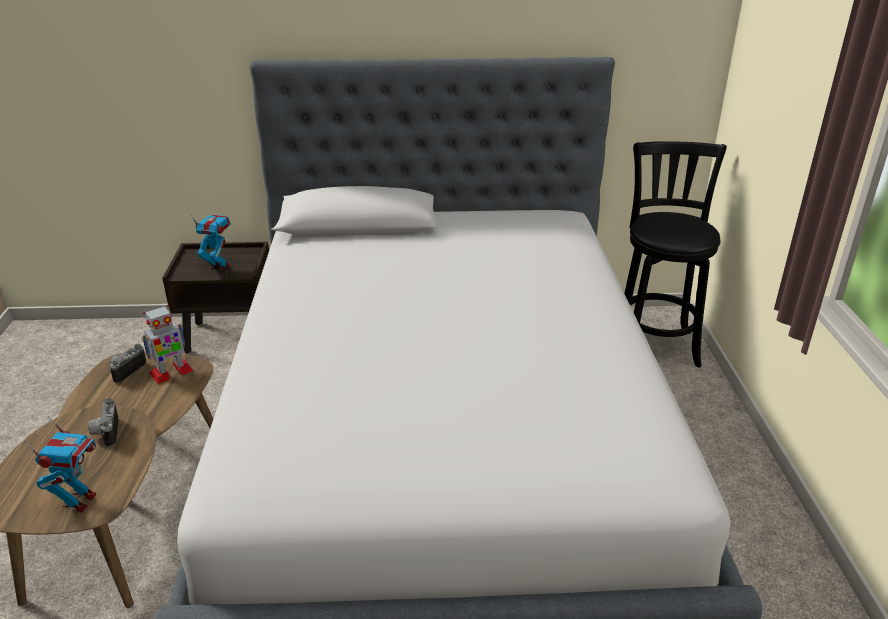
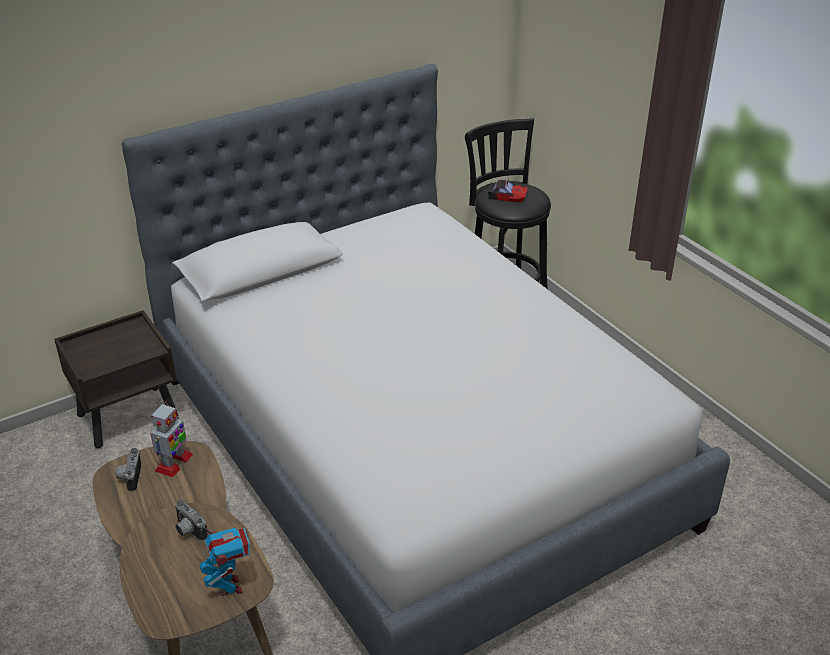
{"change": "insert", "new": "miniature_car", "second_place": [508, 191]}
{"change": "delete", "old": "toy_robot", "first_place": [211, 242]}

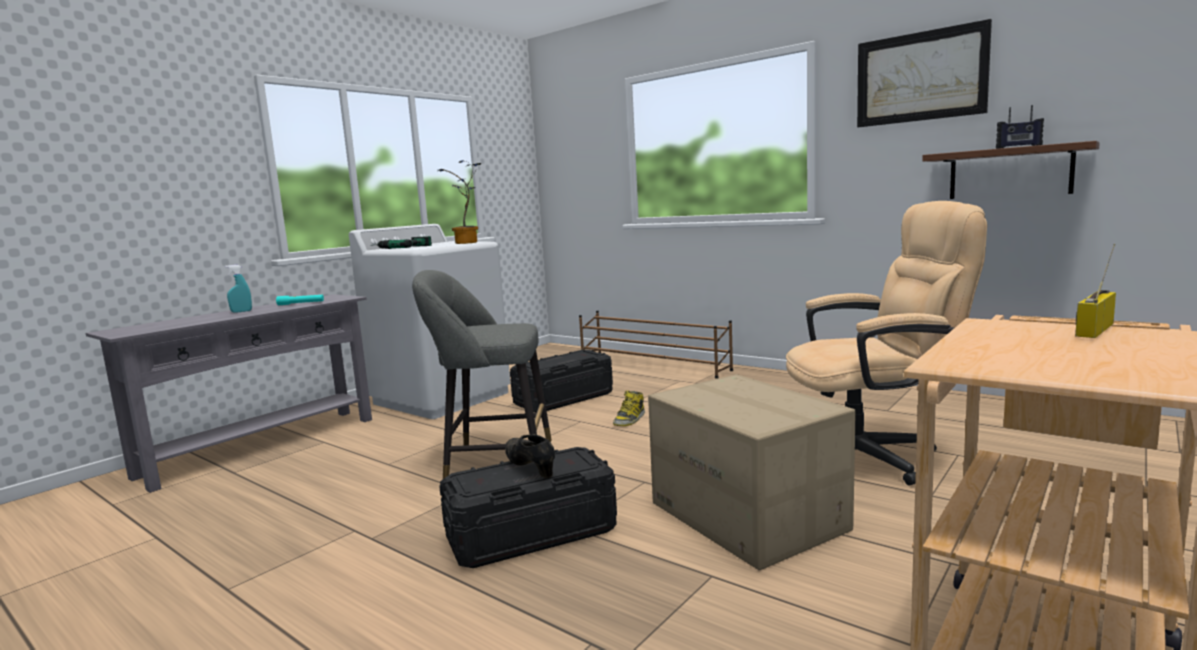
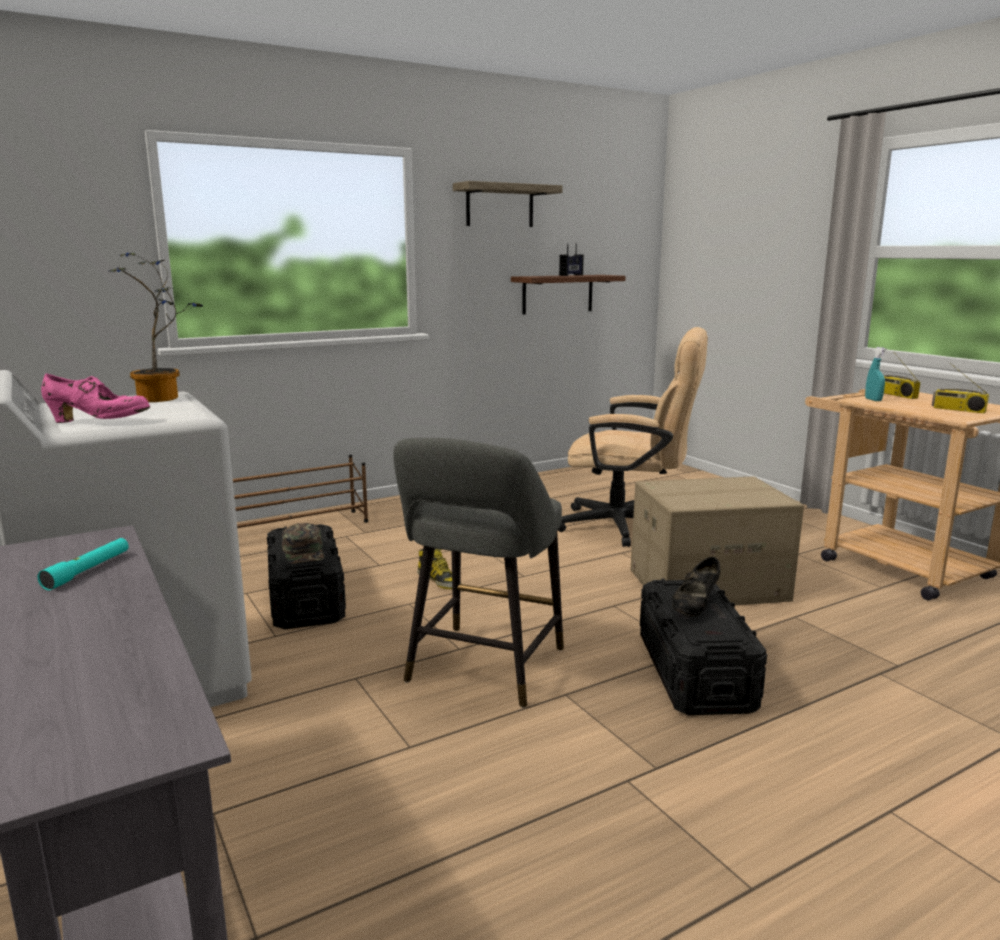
{"change": "replace", "old": "drill", "new": "pink-coloured_item_of_footwear", "first_place": [404, 242], "second_place": [95, 398]}
{"change": "insert", "new": "green_baseball_cap", "second_place": [303, 543]}
{"change": "replace", "old": "wall_picture", "new": "wall_shelf", "first_place": [924, 73], "second_place": [508, 204]}
{"change": "rotate", "old": "sand-coloured_computer_chair", "first_place": [886, 343], "second_place": [633, 437], "degrees": 90}
{"change": "rotate", "old": "black-coloured_item_of_footwear", "first_place": [530, 456], "second_place": [696, 586], "degrees": -45}
{"change": "move", "old": "blue-green_hand_sprayer", "first_place": [238, 289], "second_place": [876, 374]}
{"change": "insert", "new": "radio_set", "second_place": [960, 388]}

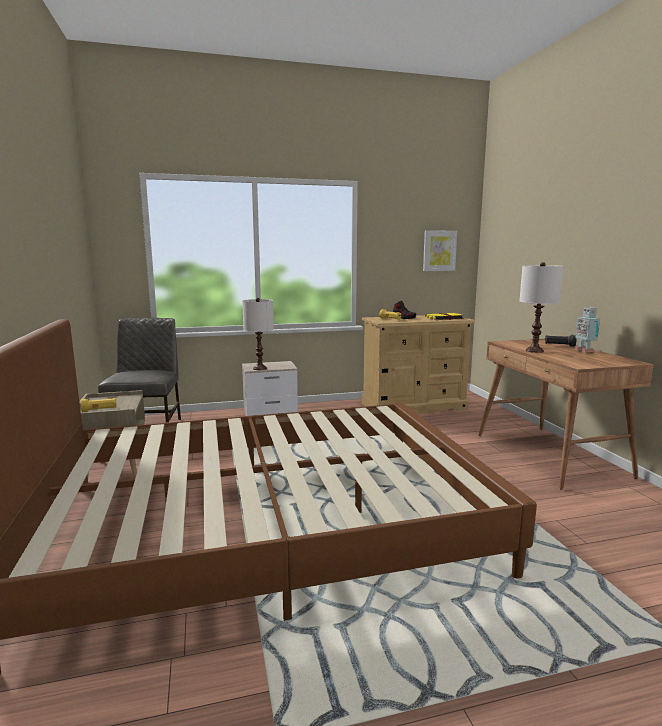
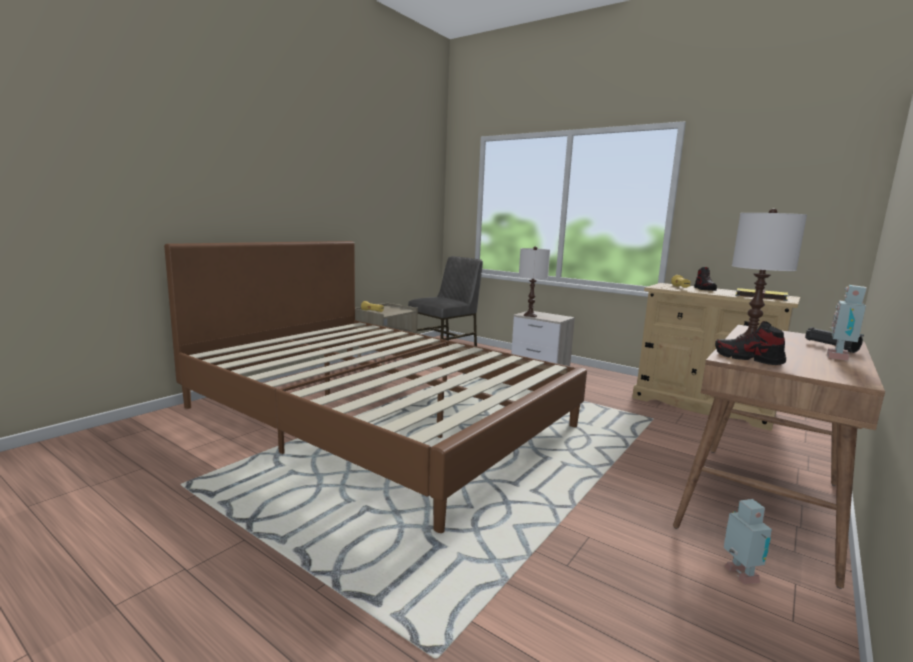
{"change": "insert", "new": "item_of_footwear", "second_place": [750, 343]}
{"change": "insert", "new": "toy_robot", "second_place": [747, 542]}
{"change": "delete", "old": "wall_picture", "first_place": [440, 250]}

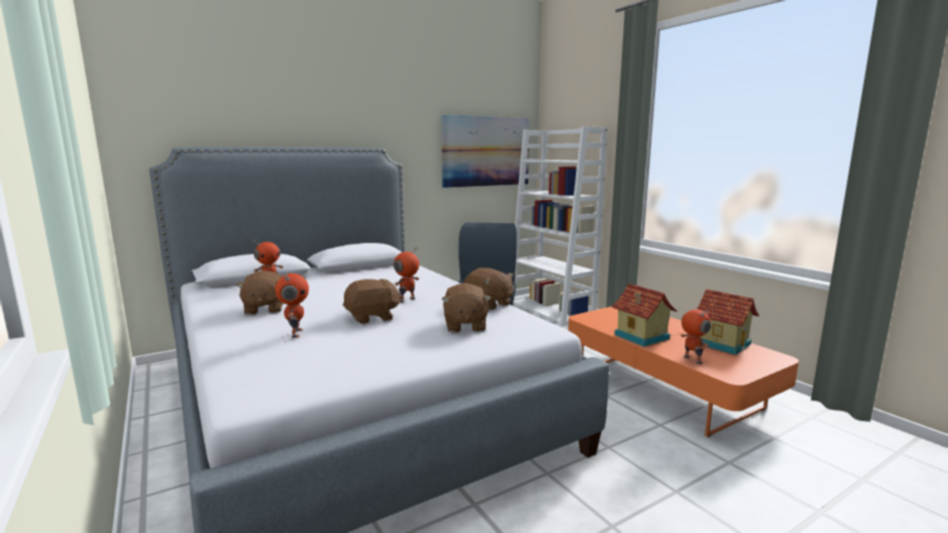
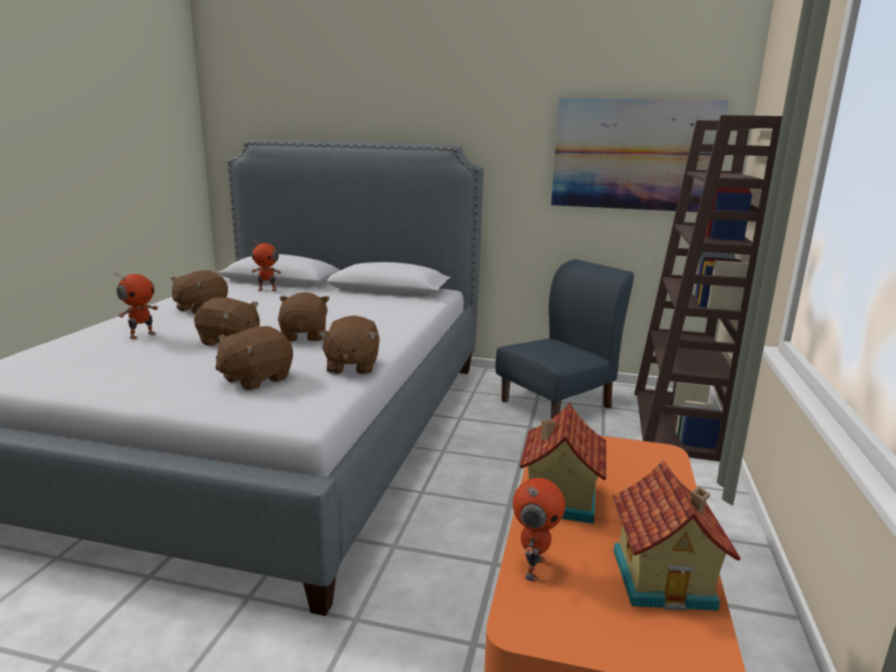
{"change": "replace", "old": "toy_robot", "new": "brownish_cuddly_toy", "first_place": [406, 274], "second_place": [304, 316]}
{"change": "recolor", "old": "white_bookshelf", "new": "brownish_bookshelf", "first_place": [560, 226], "second_place": [708, 288]}

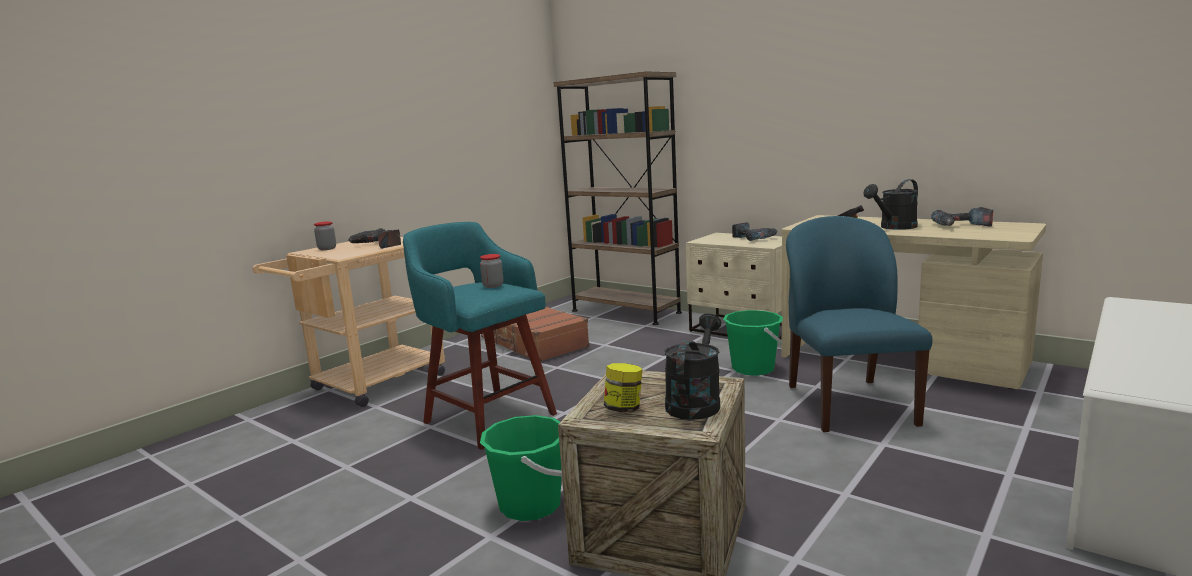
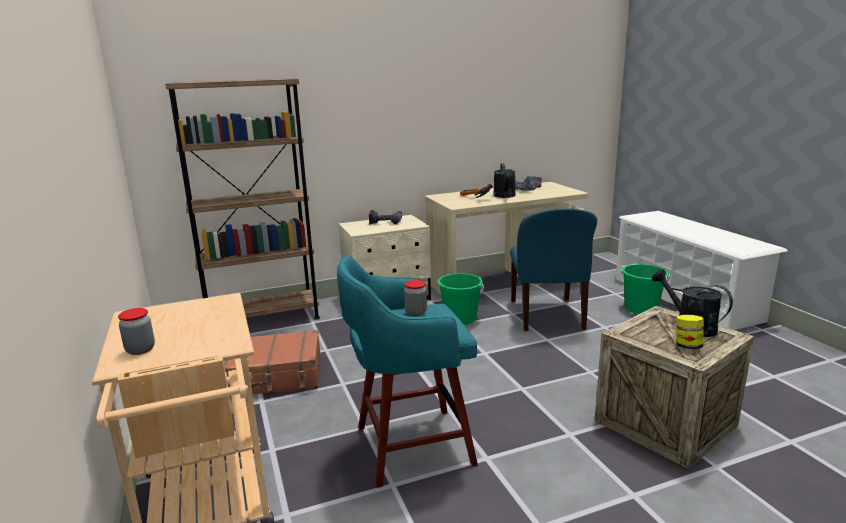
{"change": "rotate", "old": "bluish_upright_chair", "first_place": [859, 324], "second_place": [553, 269], "degrees": -120}
{"change": "move", "old": "green_water_bucket", "first_place": [521, 468], "second_place": [645, 289]}
{"change": "delete", "old": "drill", "first_place": [374, 238]}

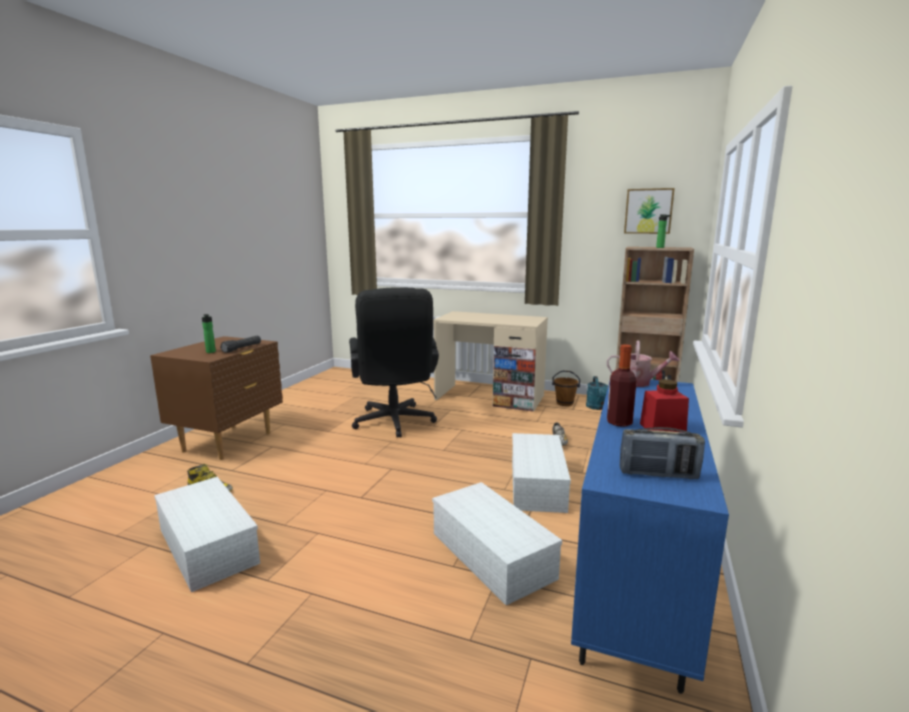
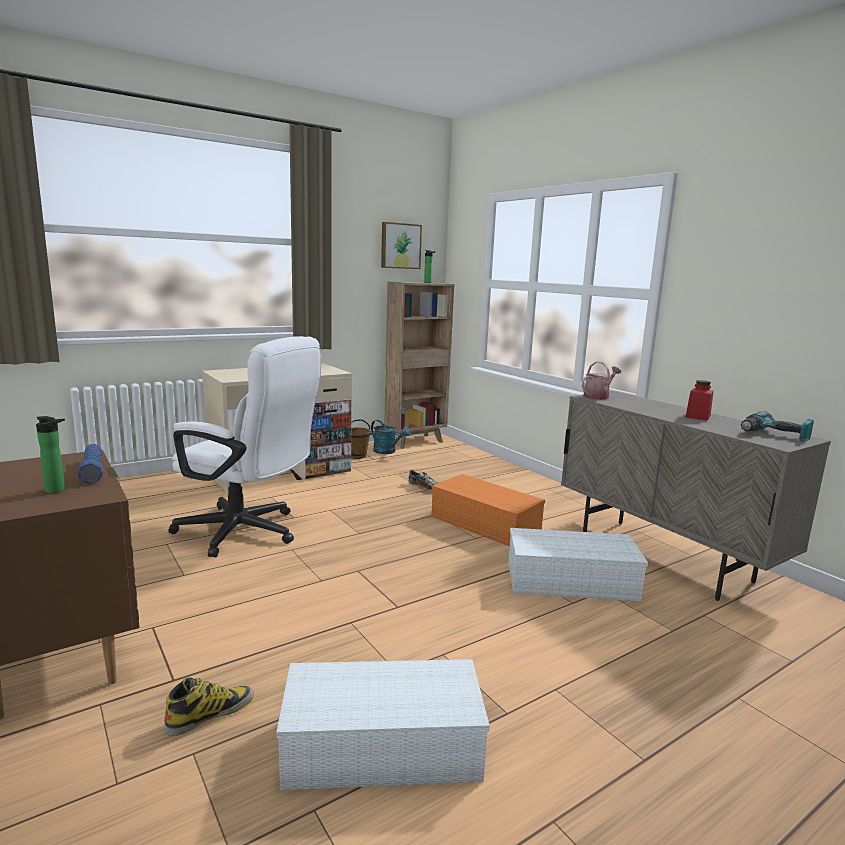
{"change": "recolor", "old": "black-coloured_hand_torch", "new": "bluish_hand_torch", "first_place": [240, 344], "second_place": [90, 463]}
{"change": "recolor", "old": "black-coloured_computer_chair", "new": "white_computer_chair", "first_place": [394, 362], "second_place": [244, 446]}
{"change": "recolor", "old": "white_storage_container", "new": "orange-coloured_storage_container", "first_place": [541, 473], "second_place": [488, 510]}
{"change": "recolor", "old": "bluish_cabinet", "new": "sand-coloured_cabinet", "first_place": [650, 536], "second_place": [696, 496]}
{"change": "replace", "old": "radio_set", "new": "drill", "first_place": [662, 453], "second_place": [777, 426]}
{"change": "delete", "old": "drink_bottle", "first_place": [622, 385]}

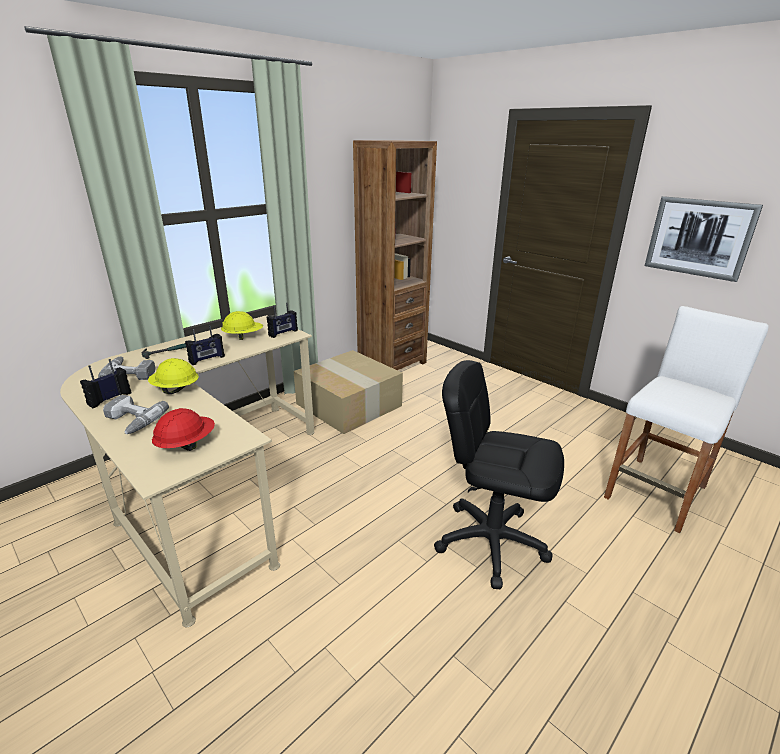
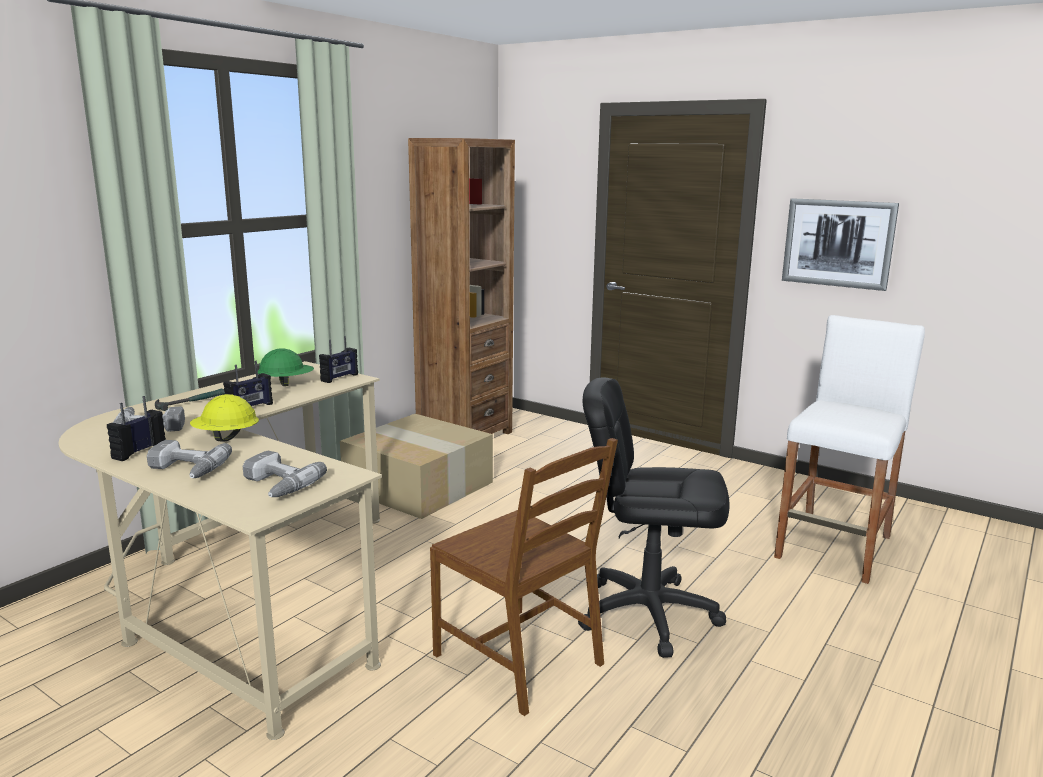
{"change": "replace", "old": "red-coloured_hard_hat", "new": "drill", "first_place": [183, 429], "second_place": [285, 473]}
{"change": "recolor", "old": "yellow_hard_hat", "new": "green_hard_hat", "first_place": [242, 325], "second_place": [286, 367]}
{"change": "insert", "new": "brownish_upright_chair", "second_place": [524, 577]}

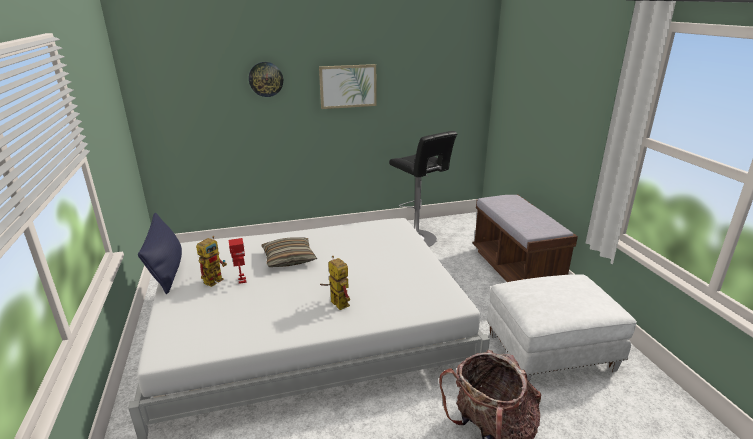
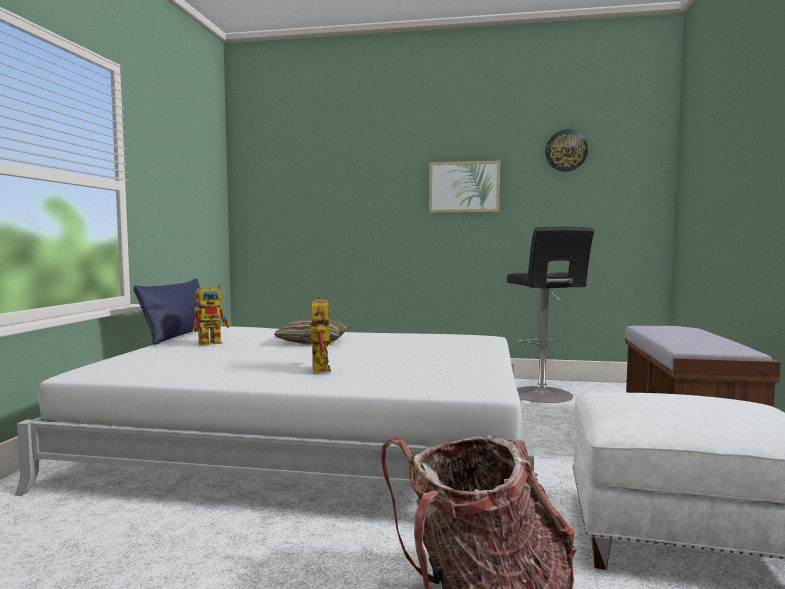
{"change": "move", "old": "wall_clock", "first_place": [266, 79], "second_place": [566, 150]}
{"change": "delete", "old": "toy_robot", "first_place": [238, 261]}

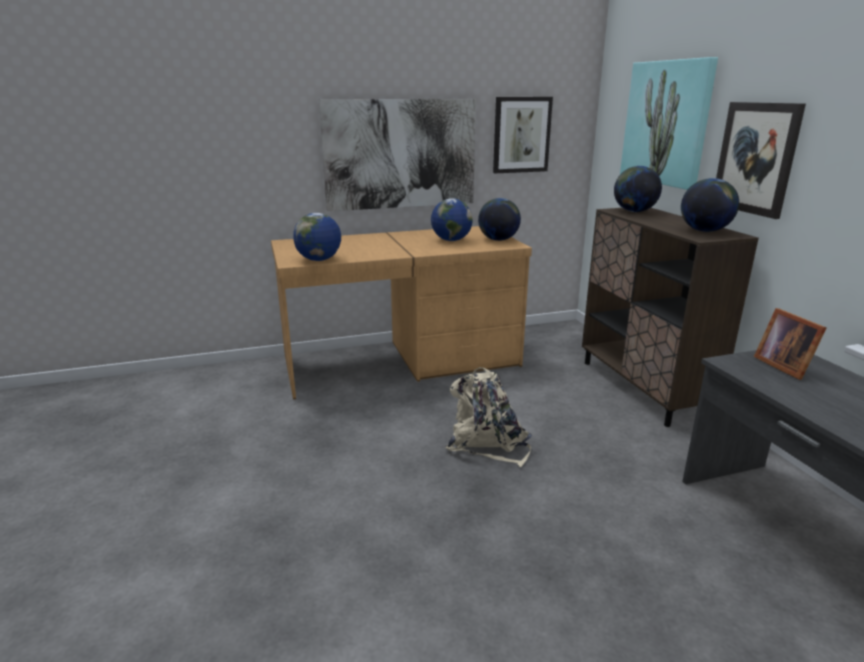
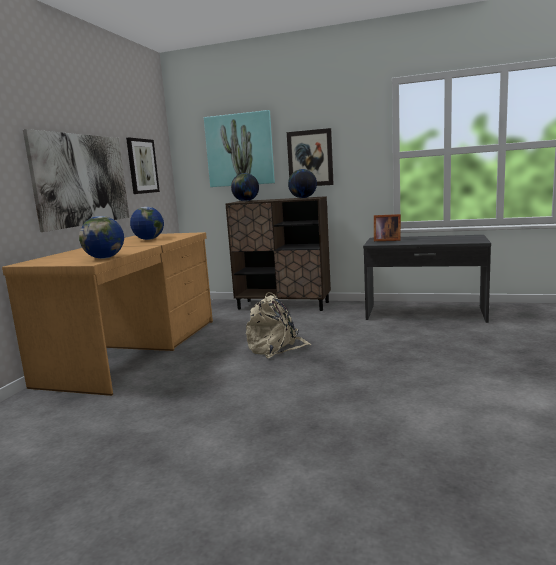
{"change": "delete", "old": "desk_globe", "first_place": [499, 219]}

